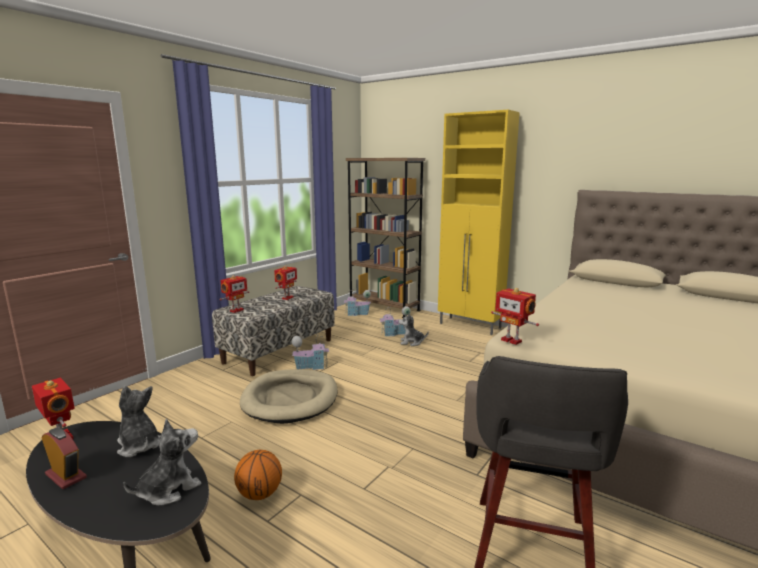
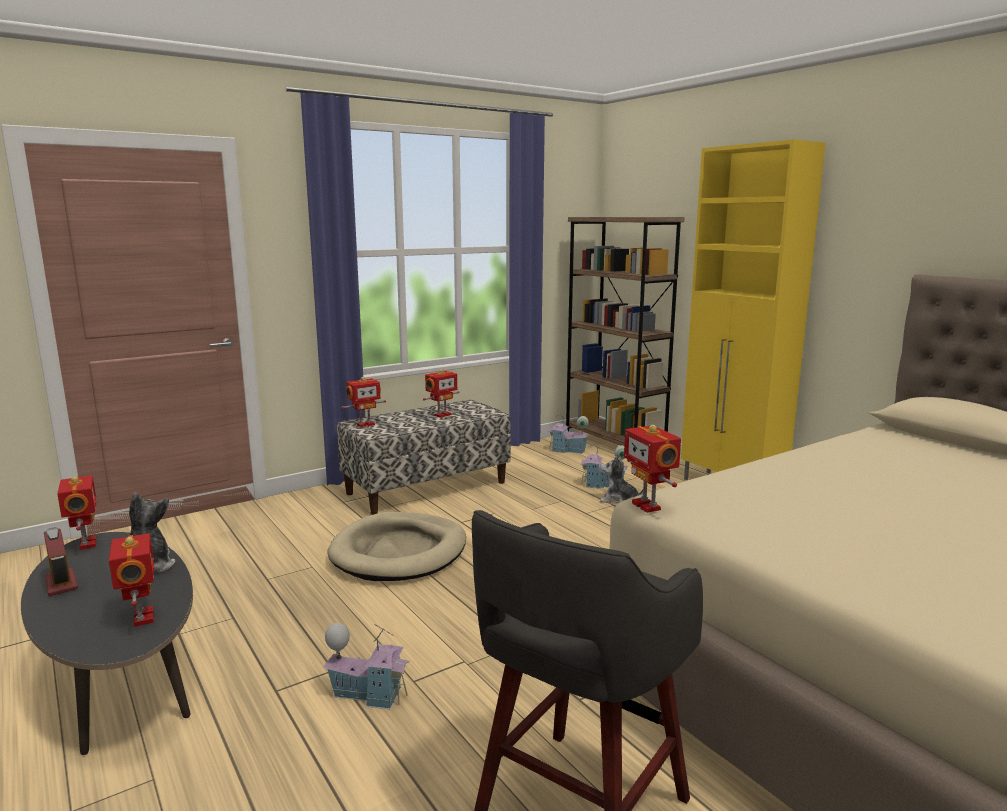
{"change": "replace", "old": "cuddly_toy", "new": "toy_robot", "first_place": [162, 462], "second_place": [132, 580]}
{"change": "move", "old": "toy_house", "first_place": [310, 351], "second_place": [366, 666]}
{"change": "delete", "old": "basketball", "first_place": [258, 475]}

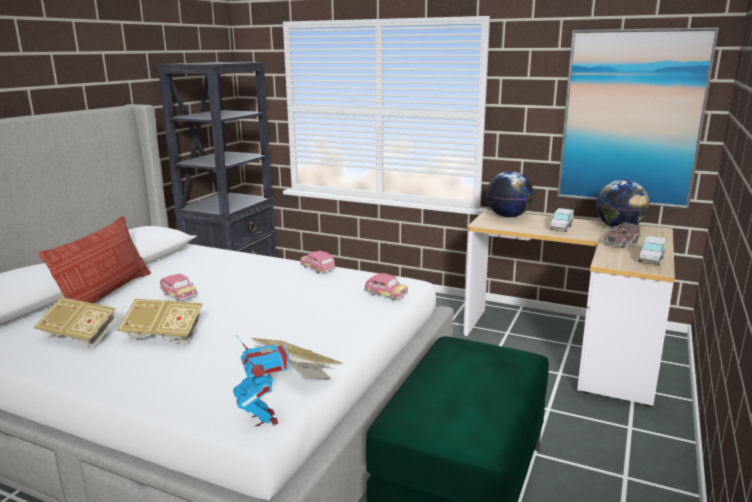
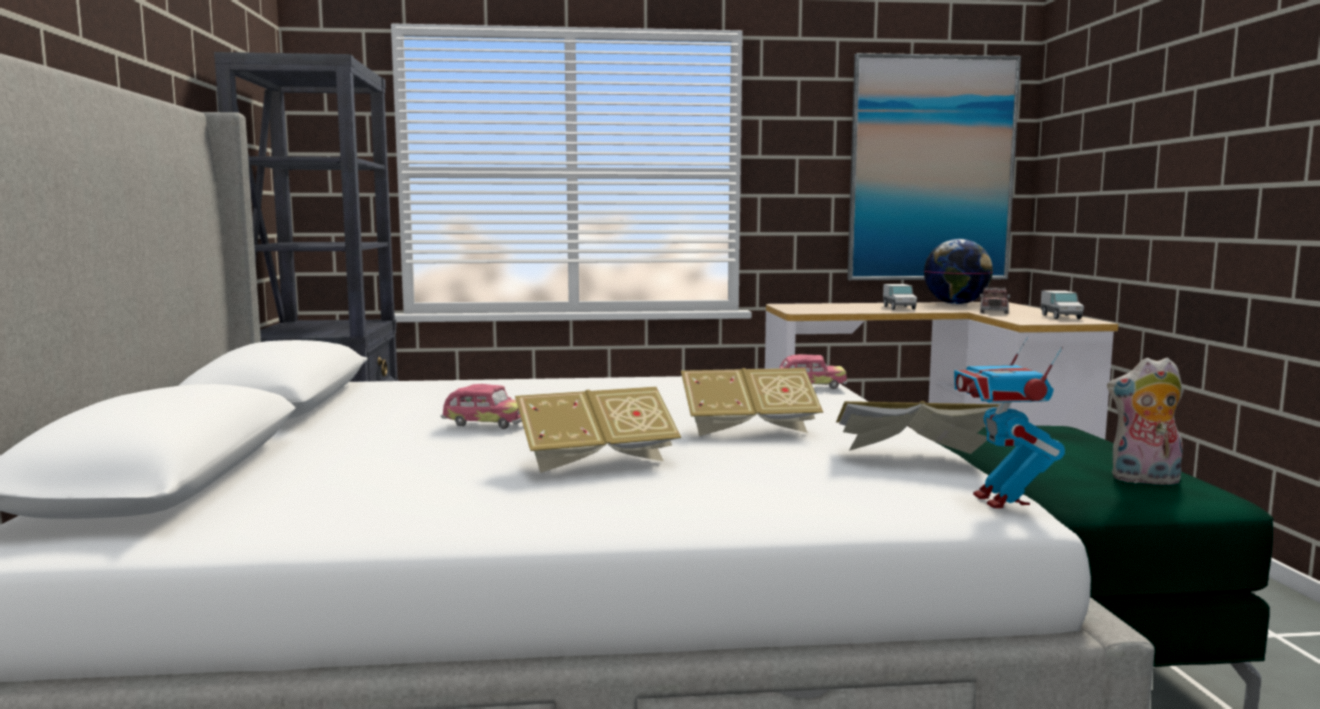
{"change": "move", "old": "bound_book", "first_place": [75, 322], "second_place": [752, 402]}
{"change": "rotate", "old": "toy_robot", "first_place": [261, 381], "second_place": [1009, 422], "degrees": -135}
{"change": "insert", "new": "cuddly_toy", "second_place": [1145, 422]}
{"change": "delete", "old": "throw_pillow", "first_place": [95, 260]}
{"change": "delete", "old": "miniature_car", "first_place": [318, 262]}
{"change": "delete", "old": "desk_globe", "first_place": [510, 194]}

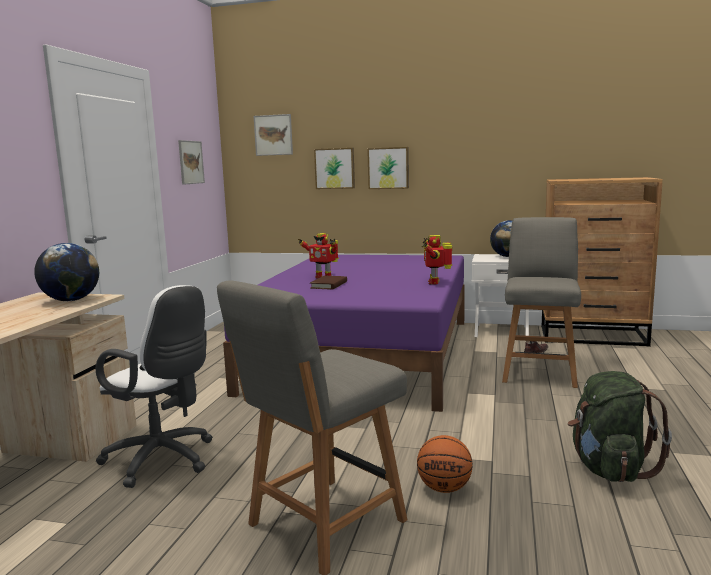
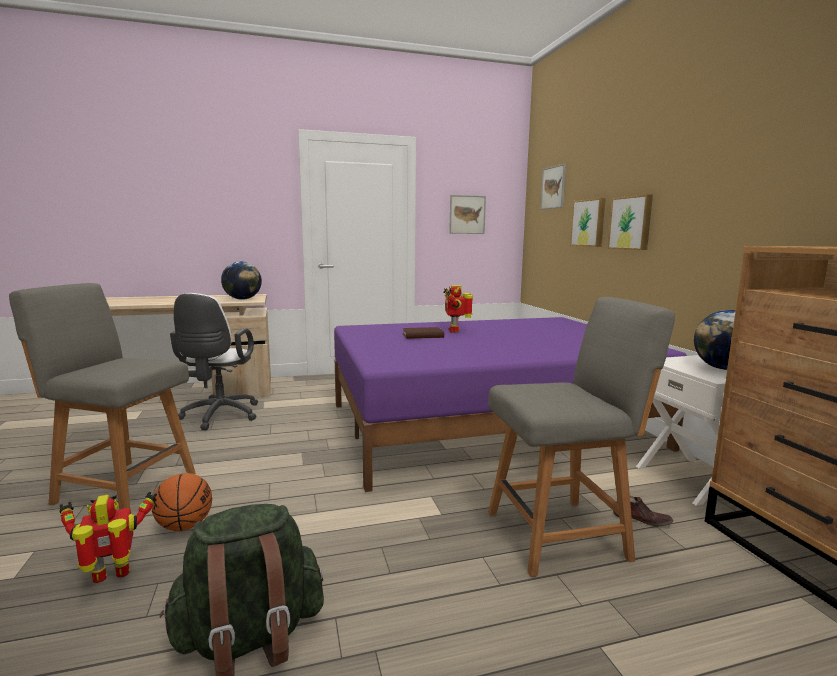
{"change": "move", "old": "toy_robot", "first_place": [437, 260], "second_place": [108, 537]}

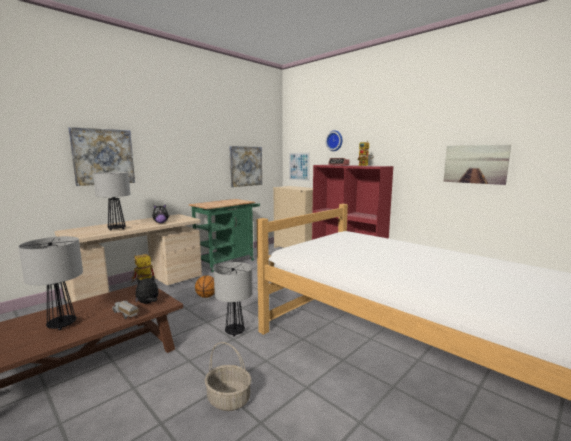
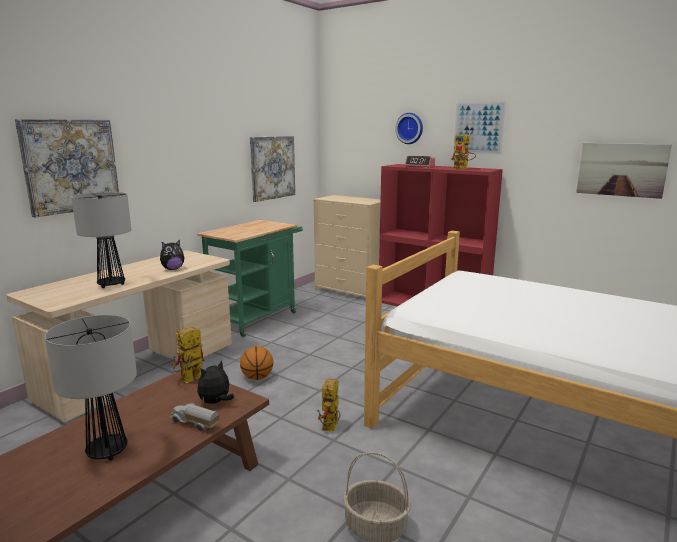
{"change": "replace", "old": "tabletop_lamp", "new": "toy_robot", "first_place": [233, 299], "second_place": [329, 405]}
{"change": "move", "old": "wall_picture", "first_place": [299, 167], "second_place": [479, 128]}

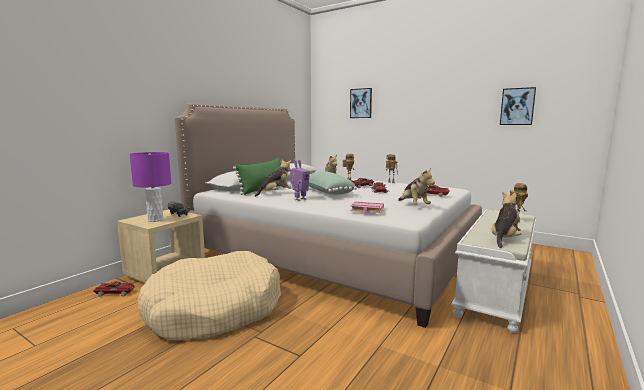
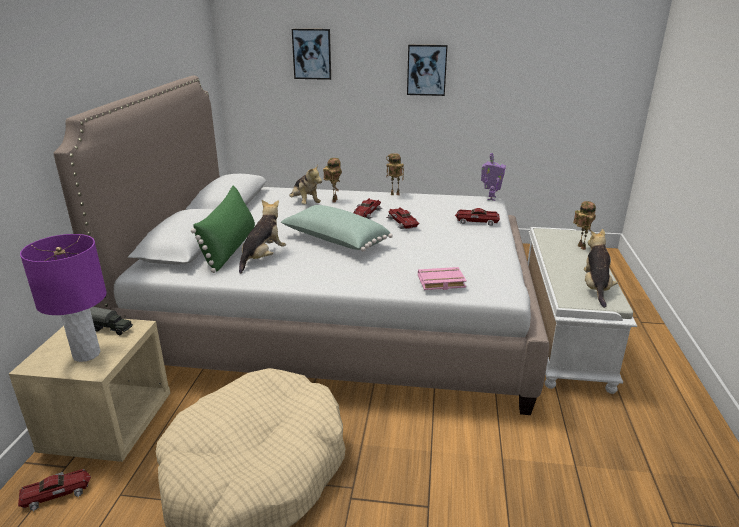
{"change": "move", "old": "wall_picture", "first_place": [518, 106], "second_place": [427, 70]}
{"change": "move", "old": "toy_robot", "first_place": [300, 180], "second_place": [493, 177]}
{"change": "delete", "old": "cuddly_toy", "first_place": [416, 186]}

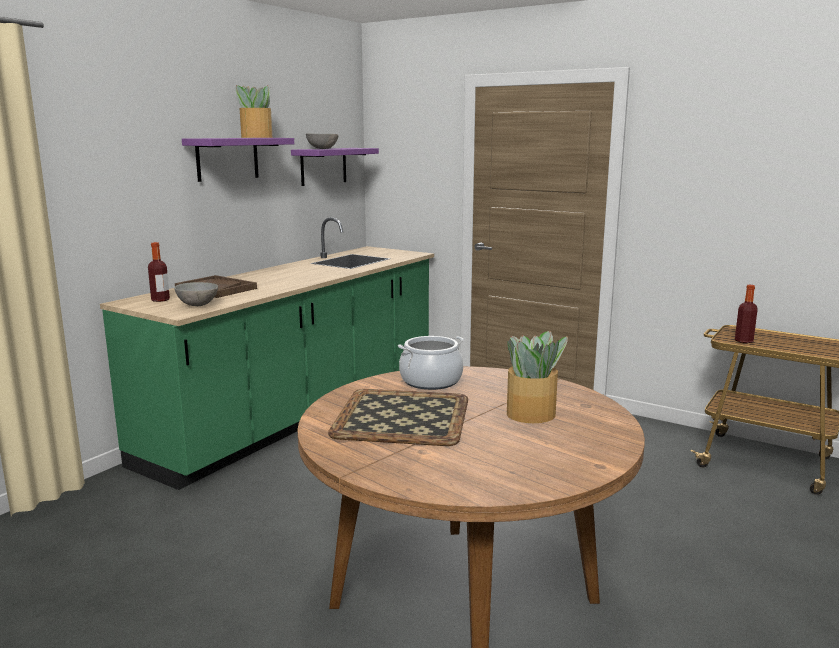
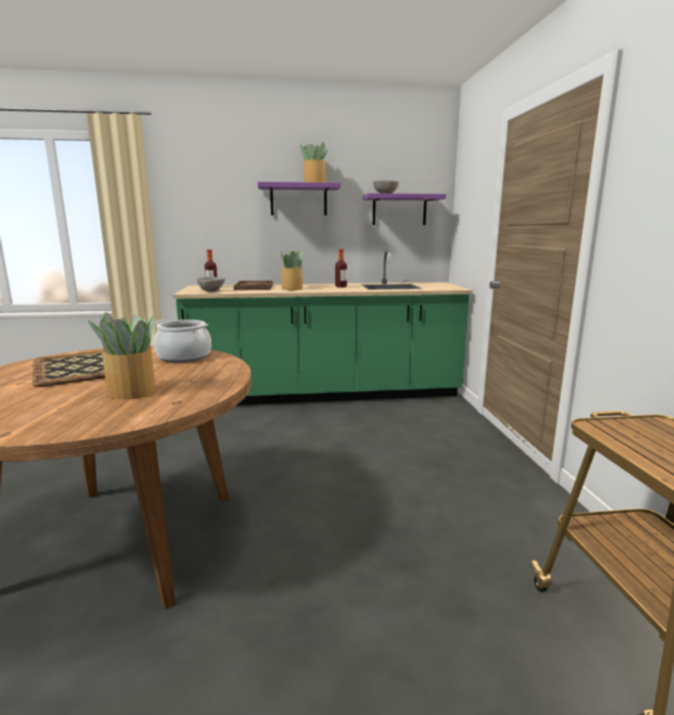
{"change": "insert", "new": "houseplant", "second_place": [292, 270]}
{"change": "move", "old": "drink_bottle", "first_place": [746, 314], "second_place": [341, 268]}

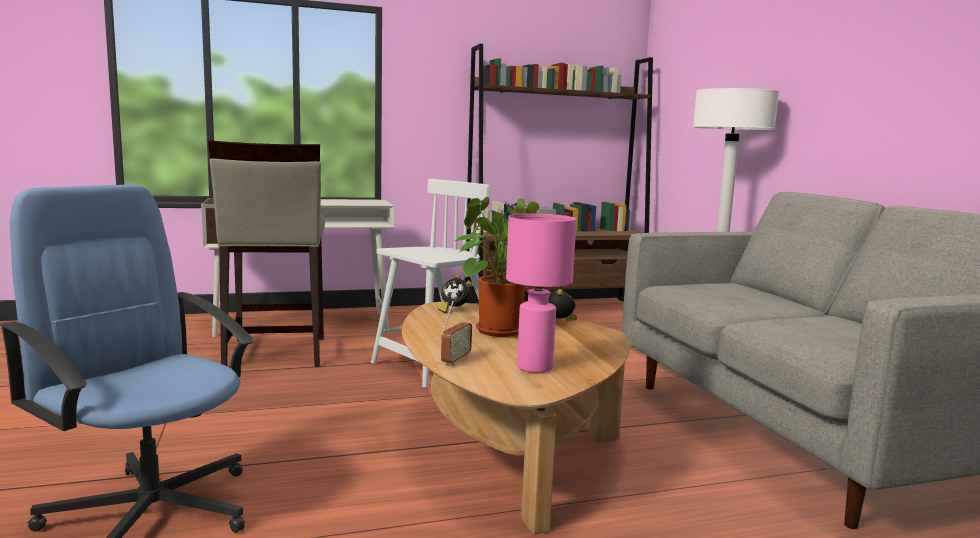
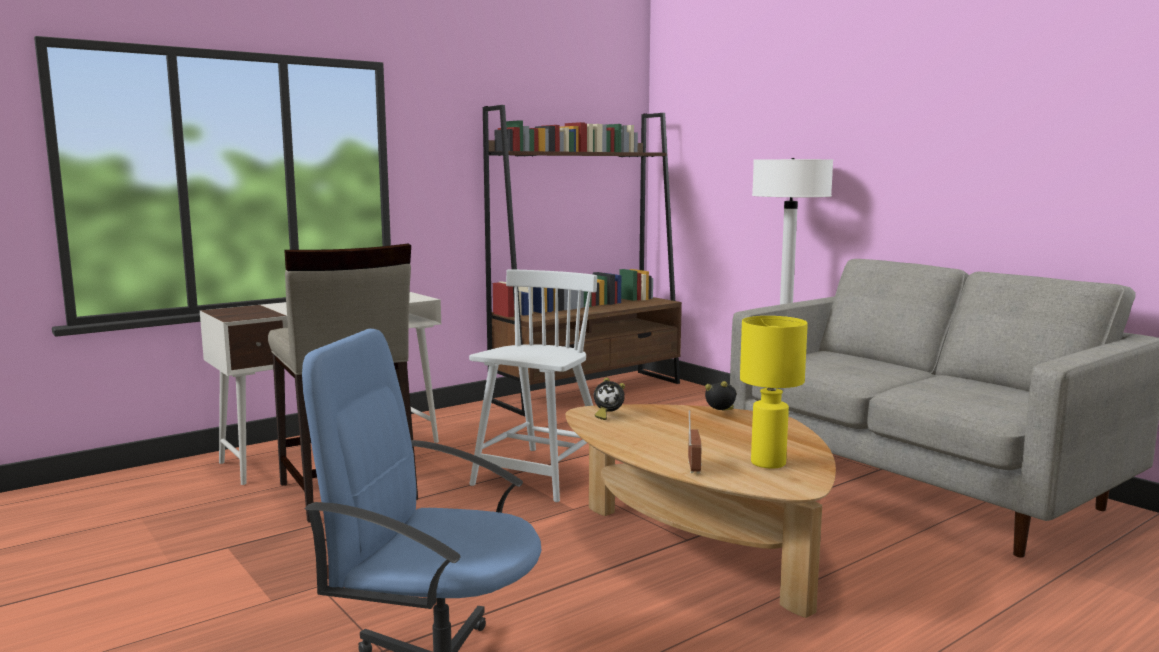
{"change": "recolor", "old": "pink-coloured_tabletop_lamp", "new": "yellow_tabletop_lamp", "first_place": [541, 293], "second_place": [774, 392]}
{"change": "delete", "old": "houseplant", "first_place": [497, 267]}

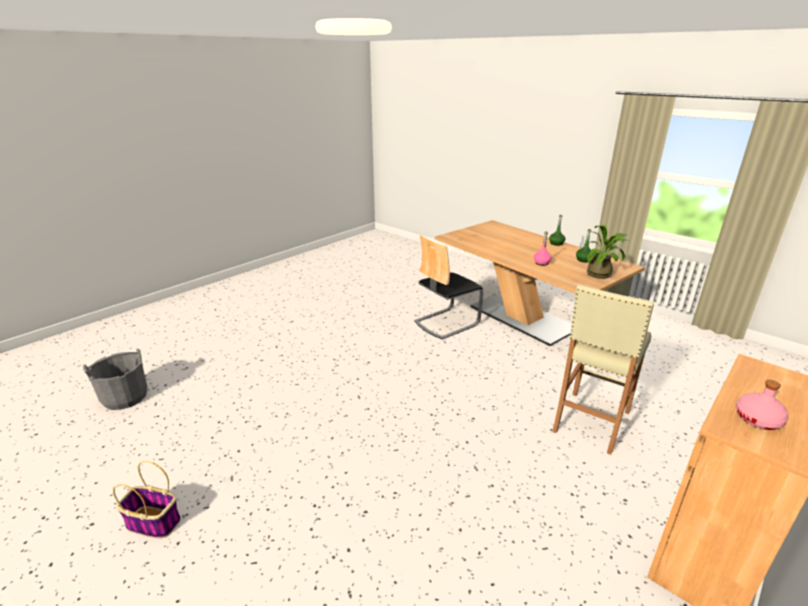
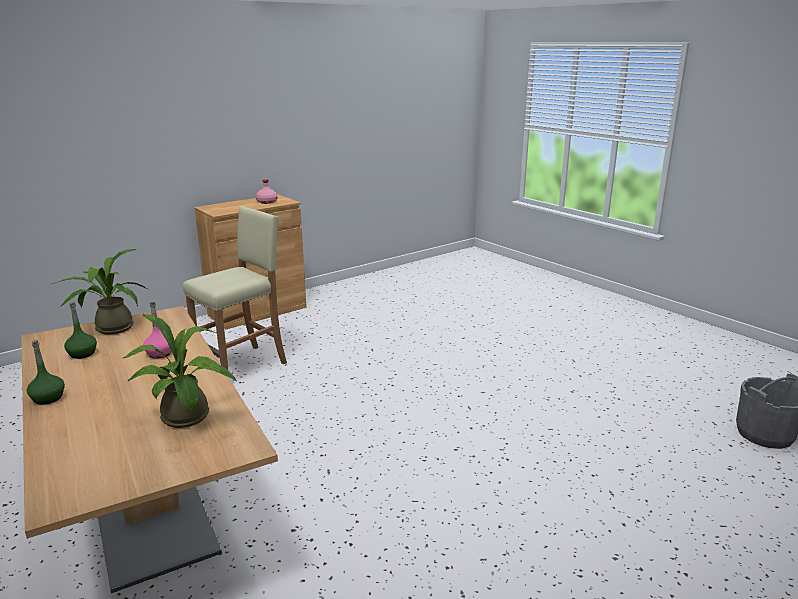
{"change": "insert", "new": "houseplant", "second_place": [180, 370]}
{"change": "delete", "old": "household_basket", "first_place": [147, 499]}
{"change": "delete", "old": "upright_chair", "first_place": [448, 287]}

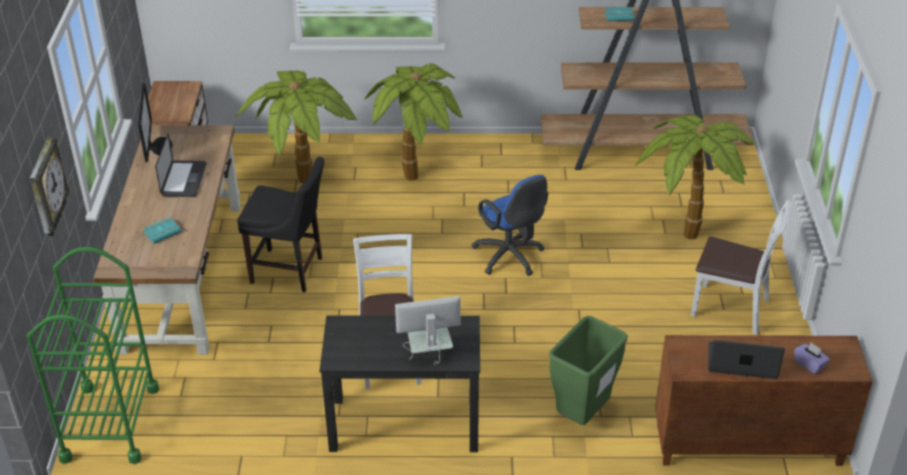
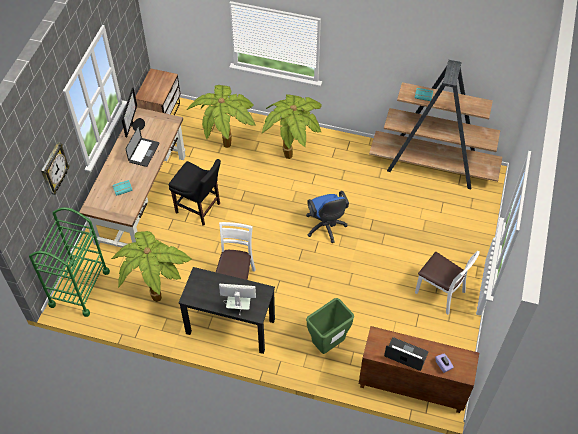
{"change": "move", "old": "houseplant", "first_place": [695, 177], "second_place": [151, 266]}

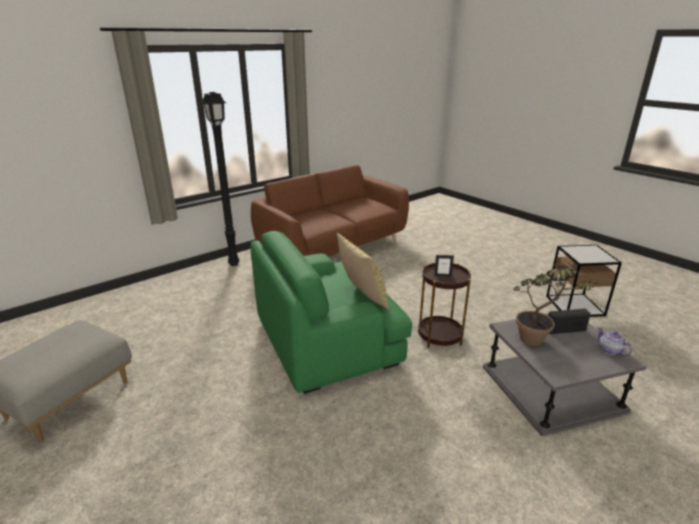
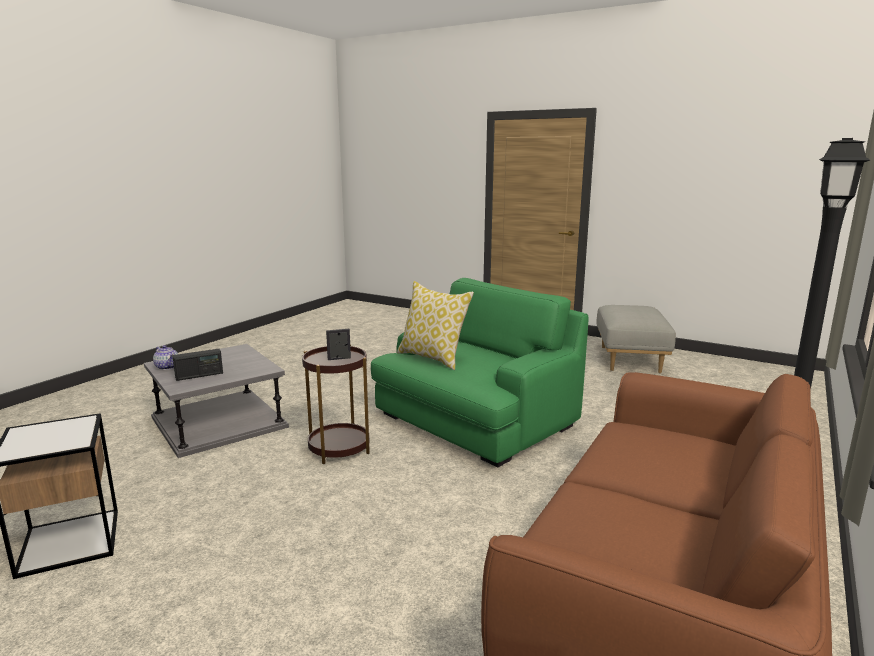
{"change": "delete", "old": "houseplant", "first_place": [556, 306]}

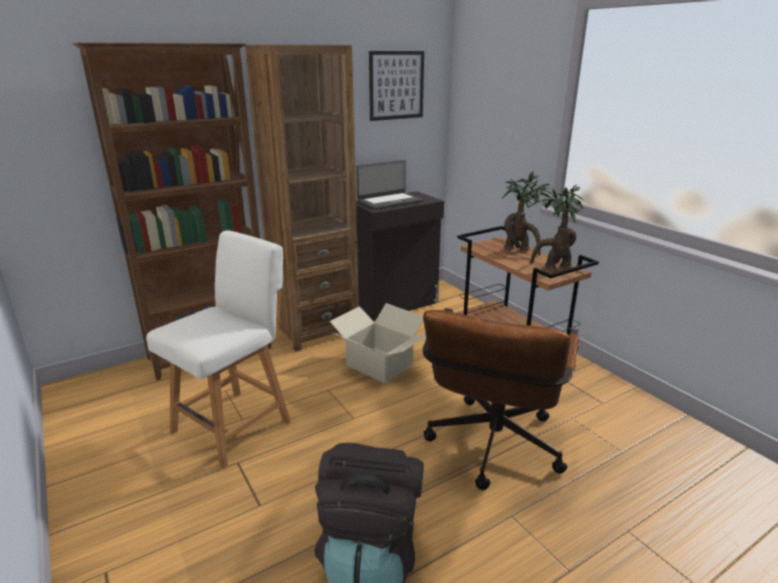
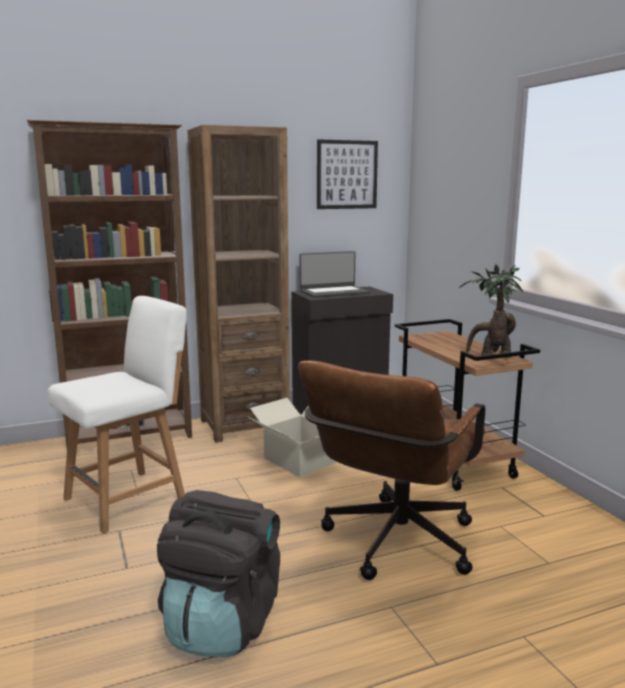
{"change": "delete", "old": "houseplant", "first_place": [530, 213]}

